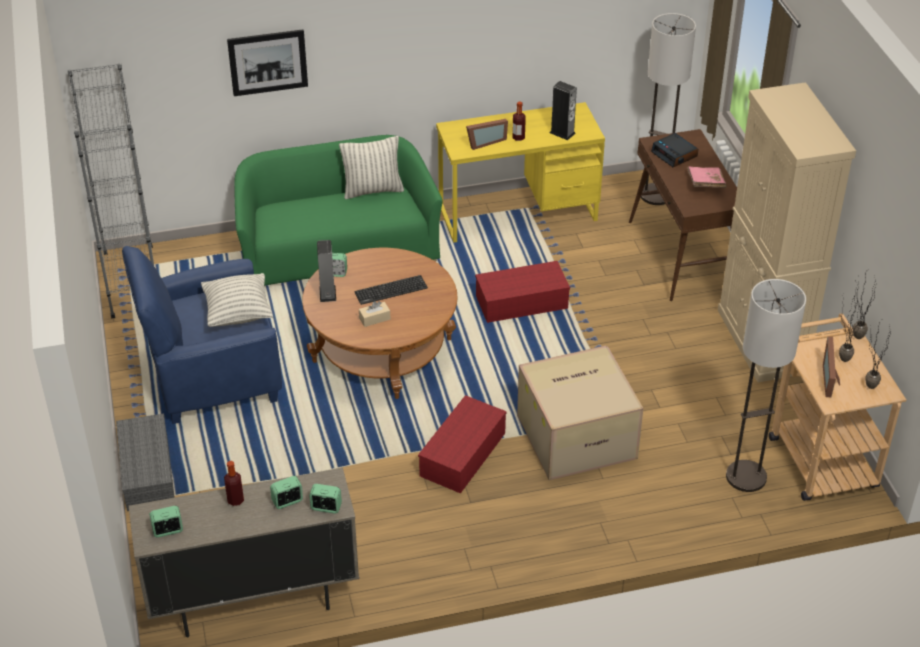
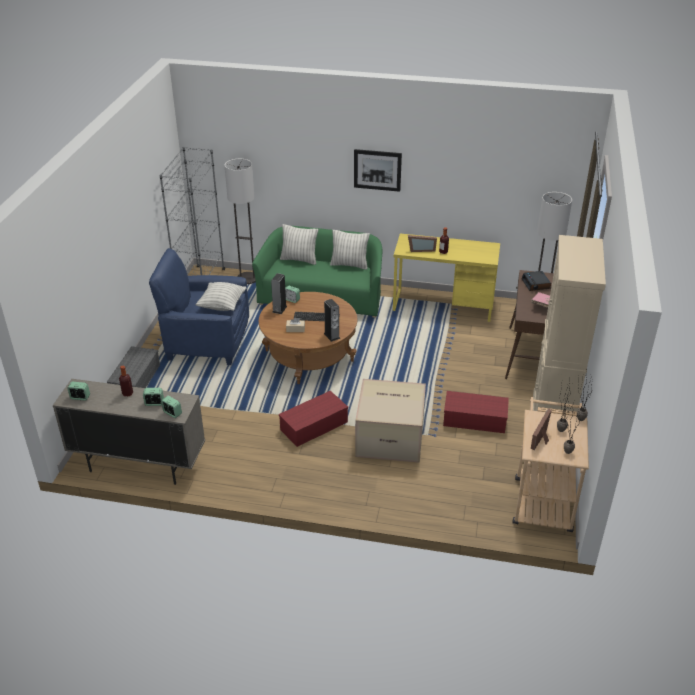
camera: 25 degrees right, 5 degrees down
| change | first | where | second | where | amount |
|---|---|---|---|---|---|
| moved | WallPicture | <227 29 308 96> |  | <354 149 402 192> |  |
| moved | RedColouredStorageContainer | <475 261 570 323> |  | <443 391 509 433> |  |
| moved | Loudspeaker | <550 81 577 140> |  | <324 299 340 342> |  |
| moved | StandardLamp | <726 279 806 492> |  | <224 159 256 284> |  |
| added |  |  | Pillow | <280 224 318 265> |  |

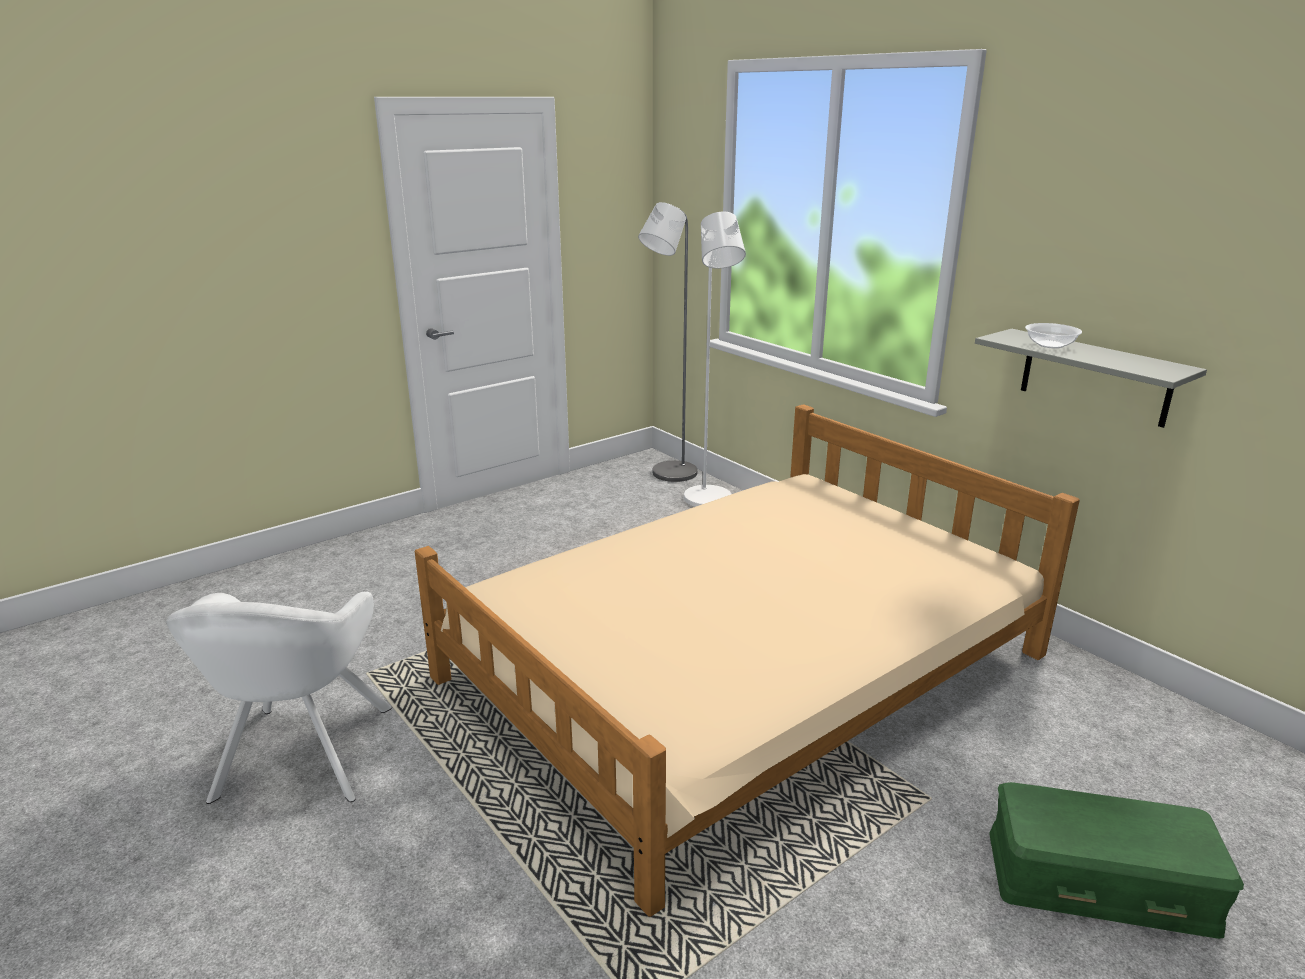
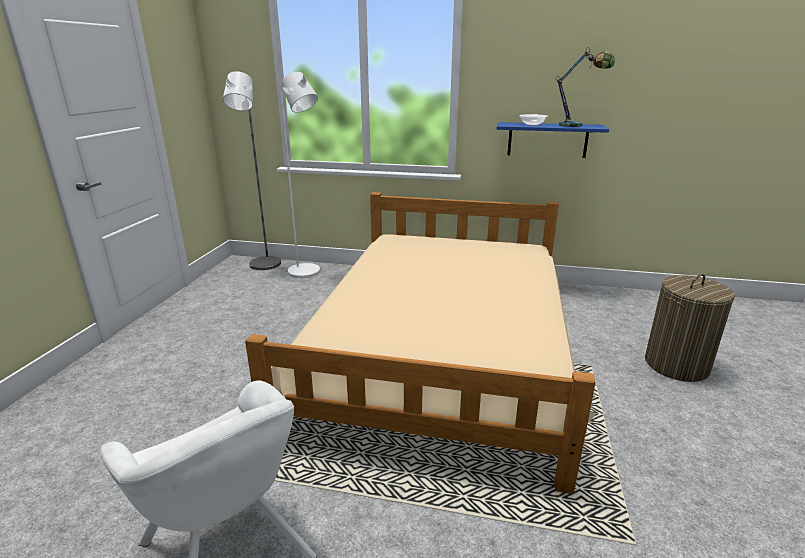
camera: 40 degrees left, 0 degrees up
| change | first | where | second | where | amount |
|---|---|---|---|---|---|
| recoloured | GreyBracketShelf | <975 329 1207 428> | BlueColouredBracketShelf | <497 122 609 158> |  |
| replaced | GreenishStorageContainer | <989 782 1244 939> | WashingBasket | <645 274 735 382> |  |
| added |  |  | TabletopLamp | <556 47 615 127> |  |

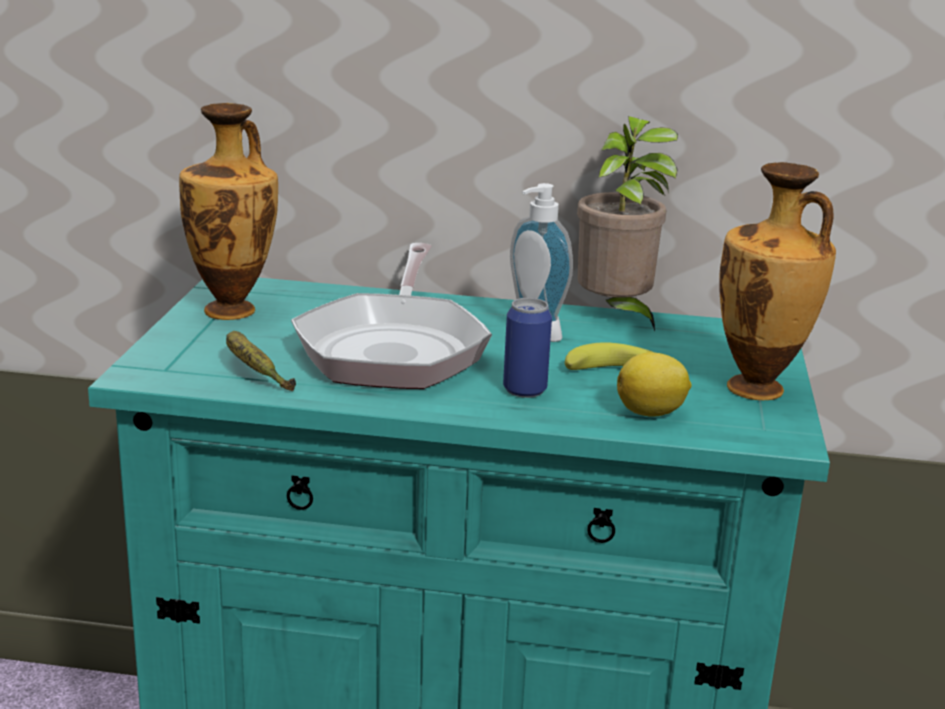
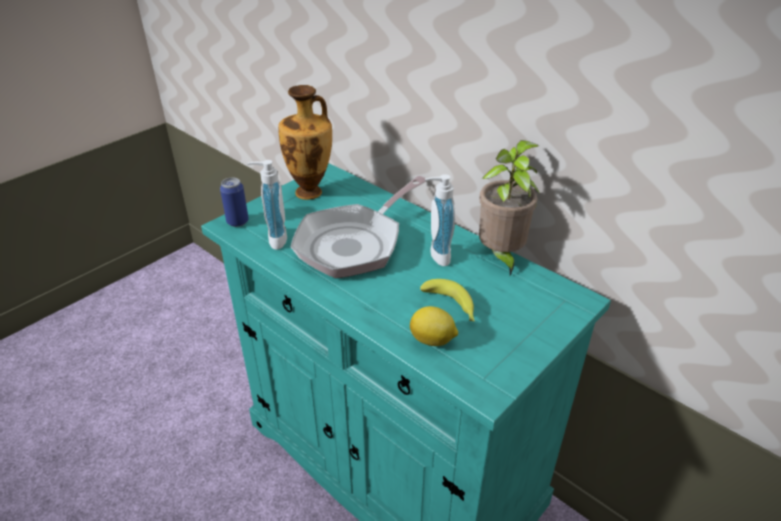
camera: 35 degrees right, 15 degrees up
| change | first | where | second | where | amount |
|---|---|---|---|---|---|
| replaced | Banana | <226 331 296 391> | SoapBottle | <247 160 287 250> |  |
| moved | SealedCan | <503 298 552 398> |  | <220 177 249 227> |  |
| removed | FlowerVase | <719 162 836 400> |  |  |  |

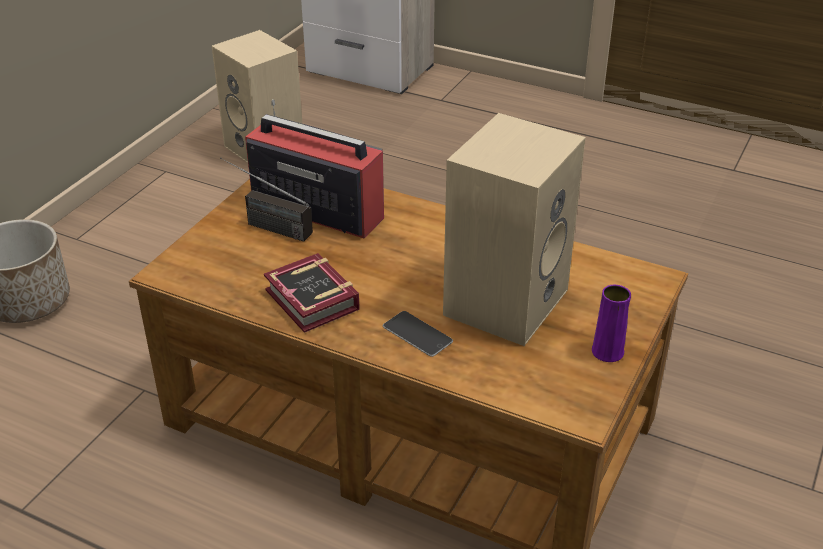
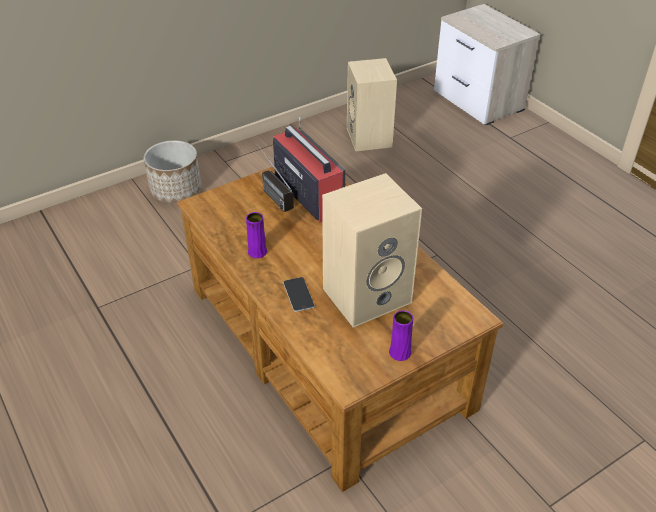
camera: 30 degrees right, 5 degrees up
| change | first | where | second | where | amount |
|---|---|---|---|---|---|
| replaced | Volume | <264 253 360 333> | PurpleColouredFlowerVase | <246 212 267 258> |  |

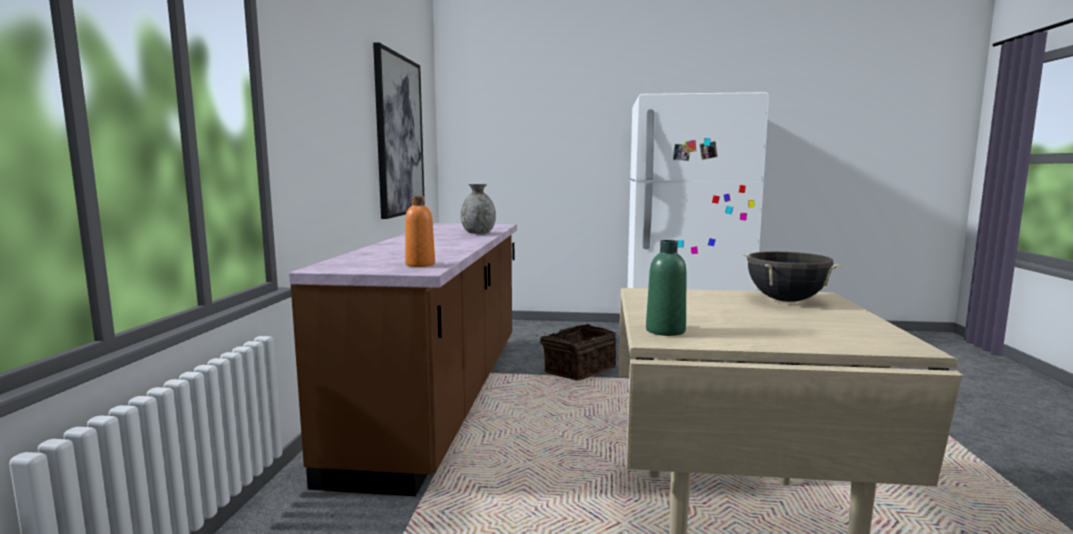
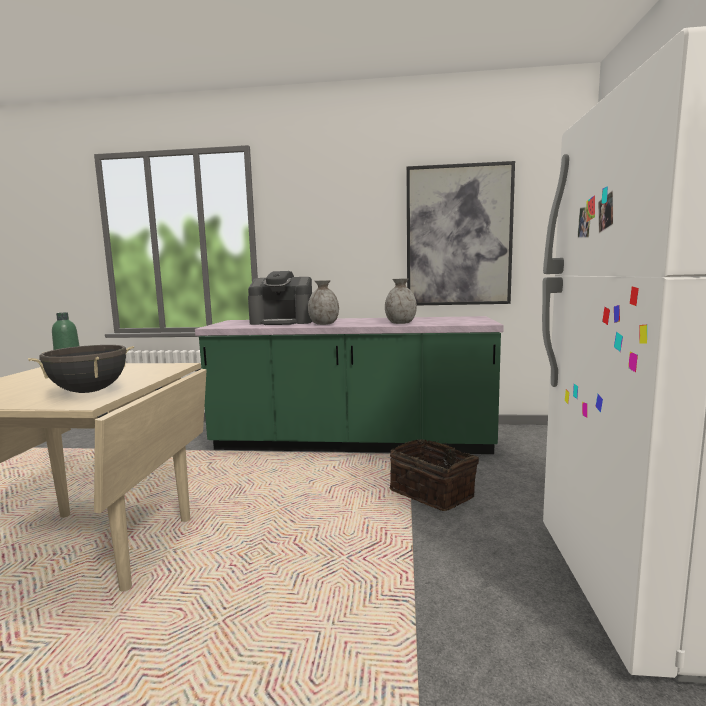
camera: 90 degrees right, 0 degrees up
| change | first | where | second | where | amount |
|---|---|---|---|---|---|
| recoloured | BrownKitchenBaseUnit | <289 223 517 496> | GreenishKitchenBaseUnit | <195 316 504 454> |  |
| removed | OrangeDrinkBottle | <405 196 435 267> |  |  |  |
| added |  |  | CoffeeBrewer | <248 271 313 325> |  |
| added |  |  | GreyFlowerVase | <308 280 339 325> |  |

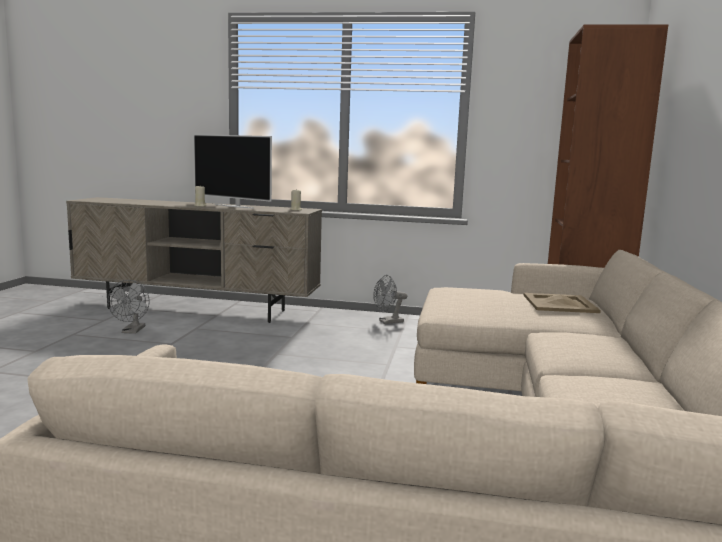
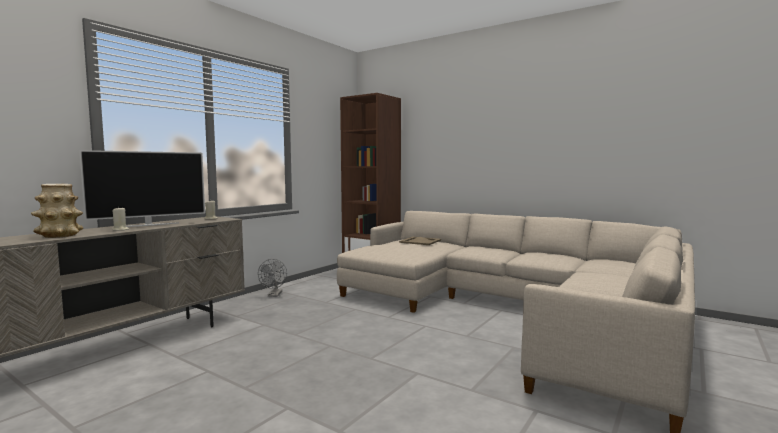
camera: 65 degrees left, 5 degrees down
| change | first | where | second | where | amount |
|---|---|---|---|---|---|
| removed | GreyCoolingFan | <108 280 150 334> |  |  |  |
| added |  |  | FlowerVase | <31 184 83 238> |  |

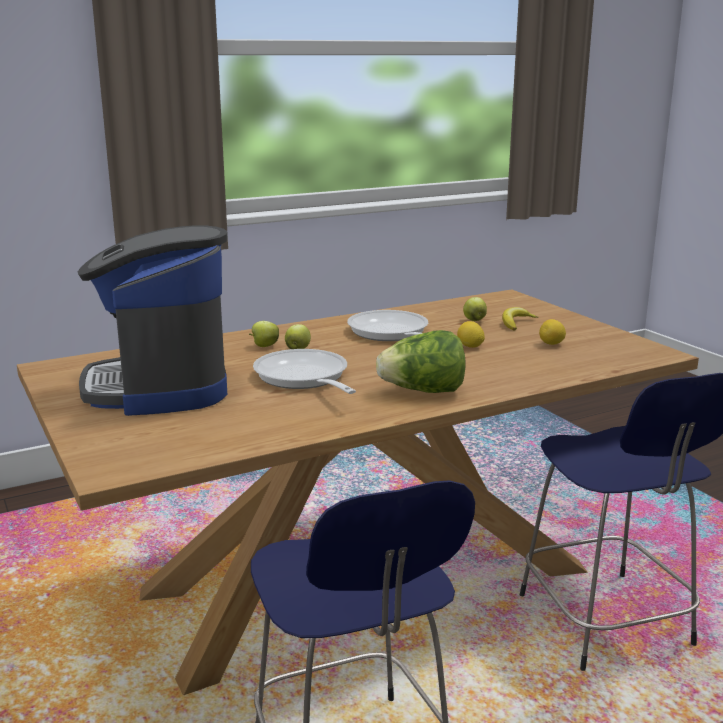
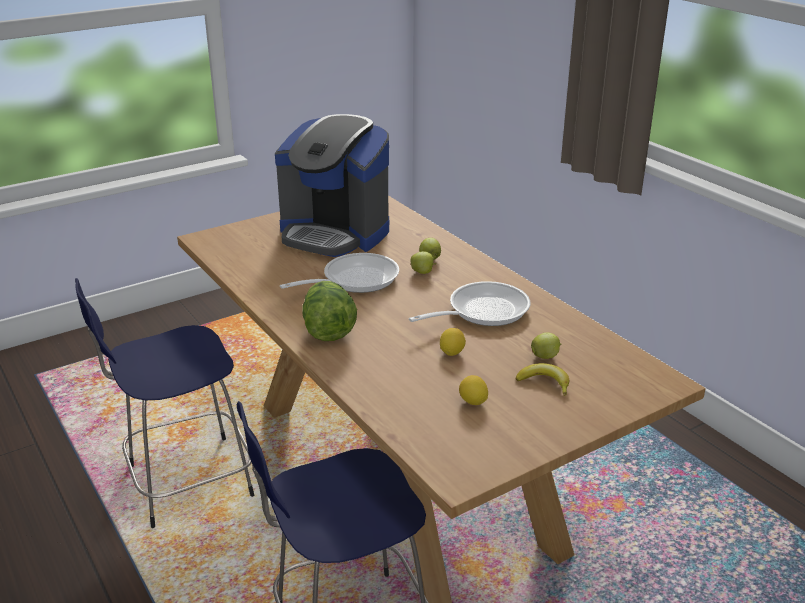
camera: 85 degrees right, 10 degrees up
| change | first | where | second | where | amount |
|---|---|---|---|---|---|
| turned | CoffeeBrewer | <78 225 228 416> |  | <275 114 389 257> | 135 degrees counterclockwise |

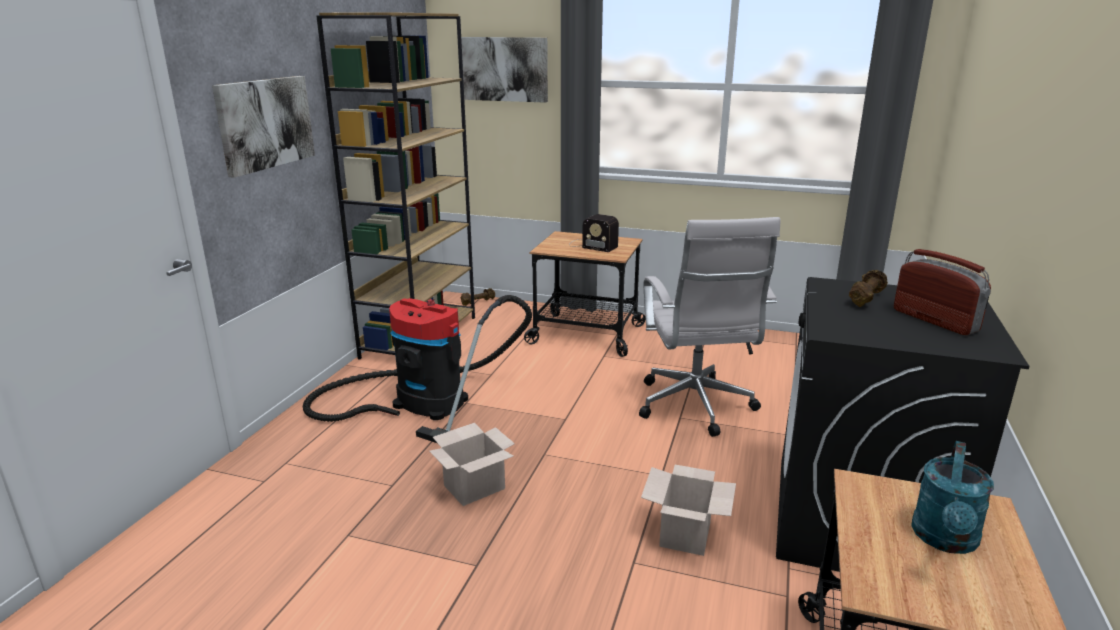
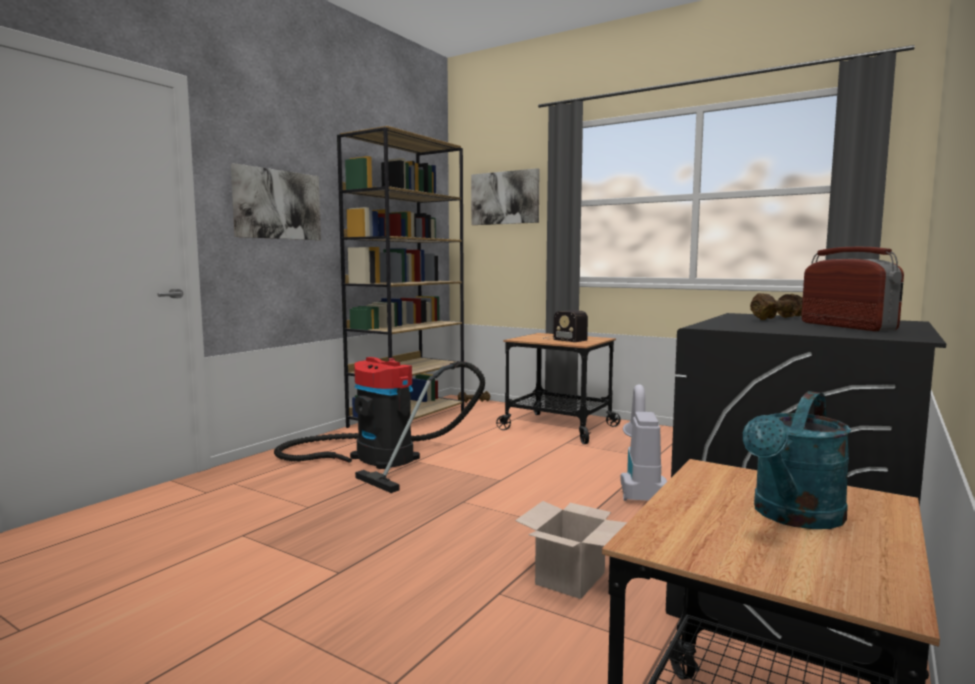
camera: 15 degrees right, 15 degrees down
| change | first | where | second | where | amount |
|---|---|---|---|---|---|
| removed | Carton | <429 423 515 506> |  |  |  |
| replaced | WhitishComputerChair | <639 217 781 437> | Vacuum | <620 384 667 501> |  |

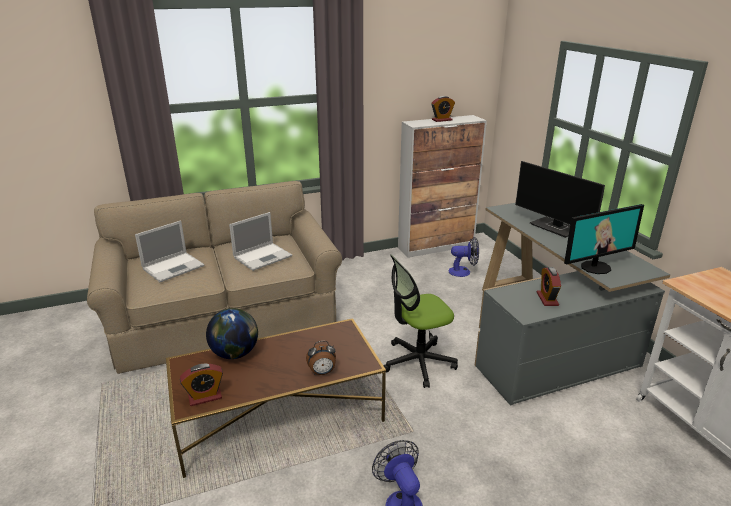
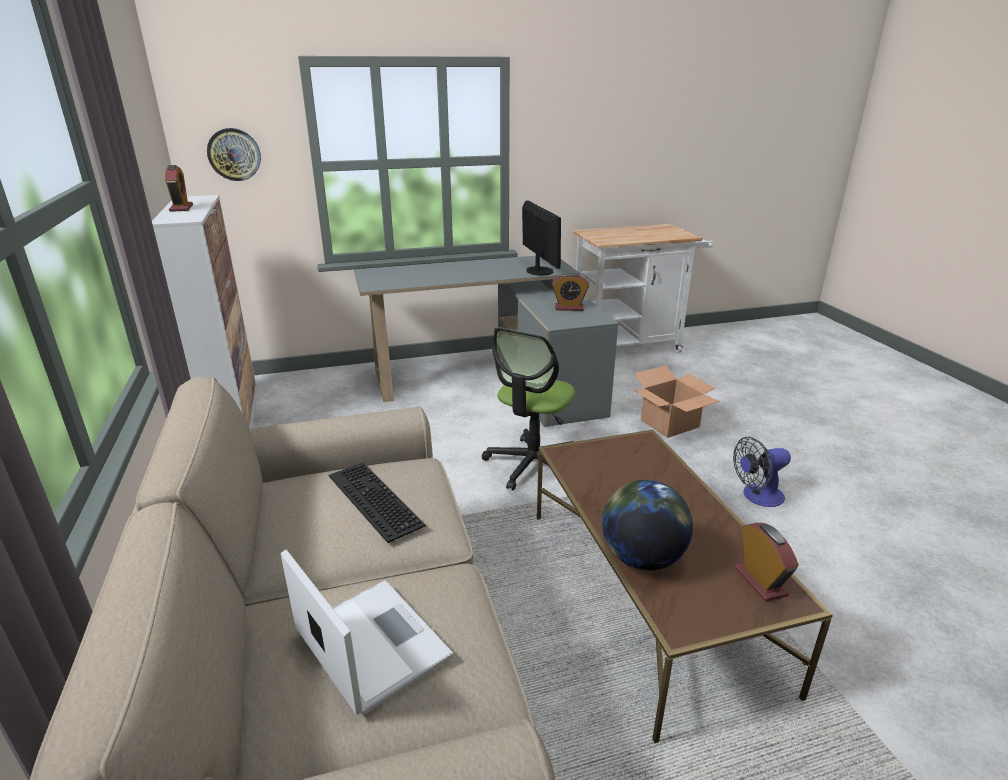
camera: 85 degrees left, 0 degrees up
| change | first | where | second | where | amount |
|---|---|---|---|---|---|
| replaced | NotebookComputer | <229 212 292 271> | PcKeyboard | <329 463 426 543> |  |
| removed | BedsideClock | <306 341 336 375> |  |  |  |
| turned | ComputerChair | <383 254 458 388> |  | <482 327 575 490> | 45 degrees clockwise |
| removed | CoolingFan | <449 237 479 277> |  |  |  |
| removed | ComputerDisplay | <515 161 605 238> |  |  |  |
| added |  |  | WallClock | <207 128 261 181> |  |
| added |  |  | Carton | <634 365 720 438> |  |

